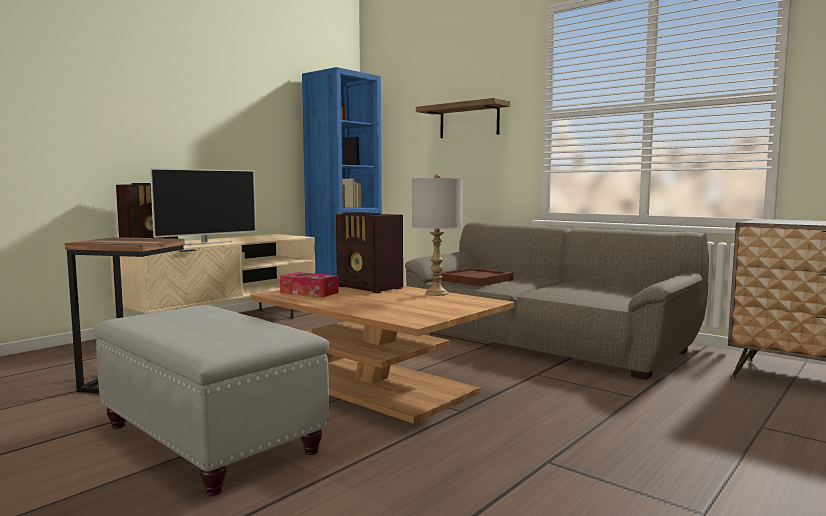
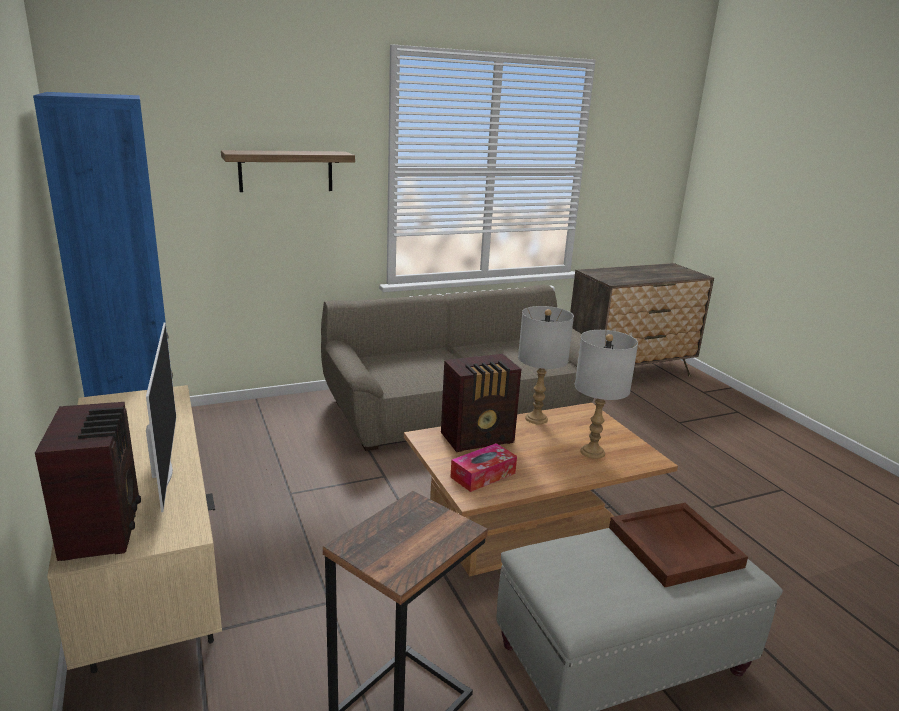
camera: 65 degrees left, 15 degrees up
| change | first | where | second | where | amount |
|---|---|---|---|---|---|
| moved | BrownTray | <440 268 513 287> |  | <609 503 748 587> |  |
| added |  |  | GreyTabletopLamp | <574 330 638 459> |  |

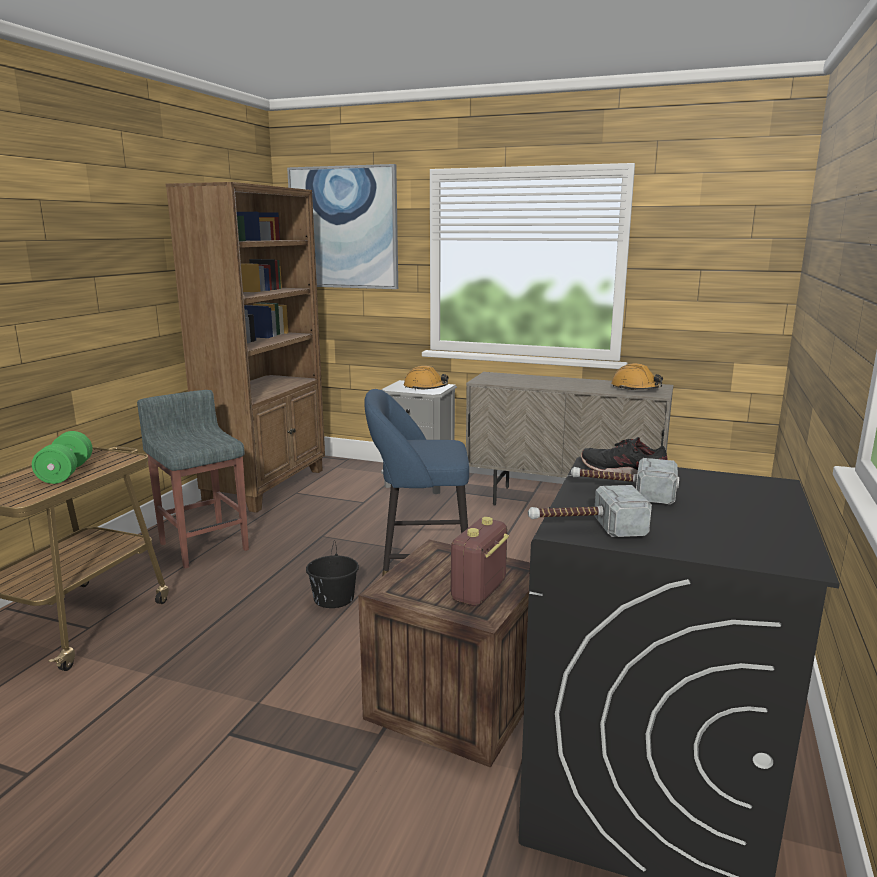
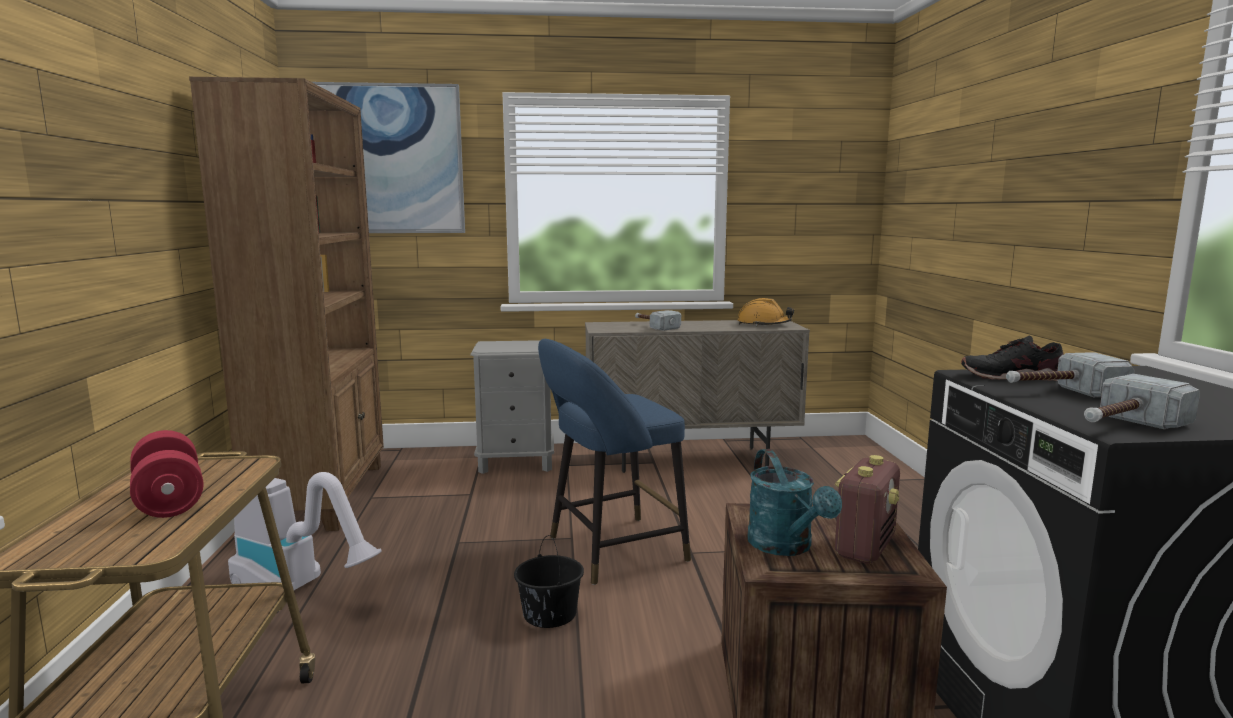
camera: 25 degrees left, 5 degrees down
| change | first | where | second | where | amount |
|---|---|---|---|---|---|
| recoloured | GreenishDumbbell | <32 431 93 484> | RedColouredDumbbell | <130 430 204 518> |  |
| replaced | GreyStool | <137 390 249 569> | Vacuum | <228 472 382 590> |  |
| removed | OrangeWorkHelmet | <404 366 449 390> |  |  |  |
| turned | RadioSet | <451 517 509 606> |  | <835 455 900 564> | 150 degrees counterclockwise |
| added |  |  | Hammer | <635 310 681 331> |  |
| added |  |  | TurquoiseColouredWateringCan | <747 449 842 556> |  |

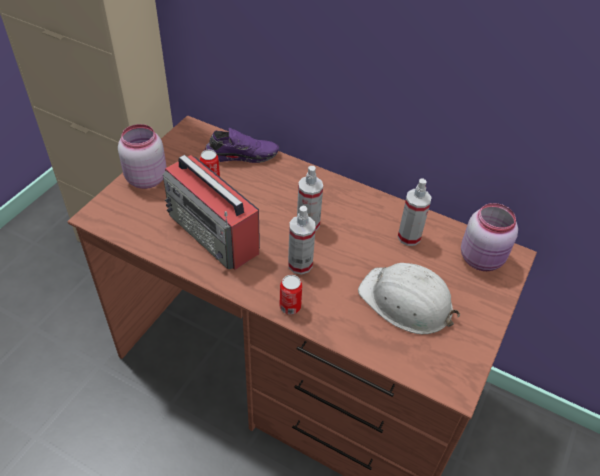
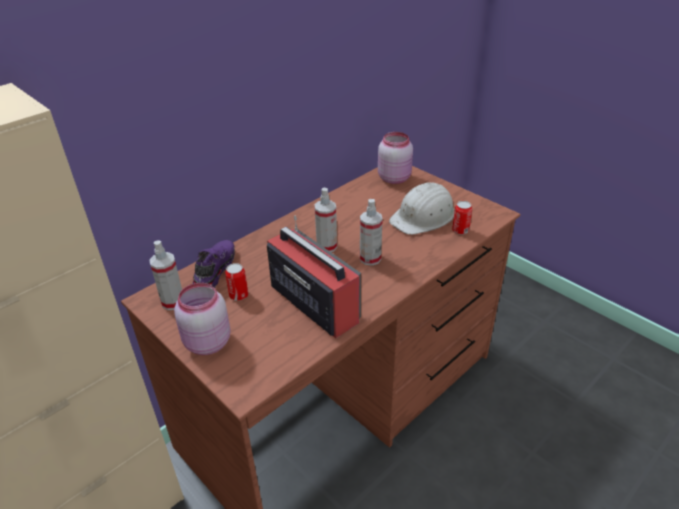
camera: 70 degrees left, 10 degrees down
| change | first | where | second | where | amount |
|---|---|---|---|---|---|
| turned | RadioSet | <163 155 260 270> |  | <267 215 361 339> | 105 degrees counterclockwise |
| moved | SealedCan | <279 275 302 315> |  | <452 201 472 235> |  |
| moved | HandSprayer | <398 179 431 246> |  | <149 241 182 310> |  |

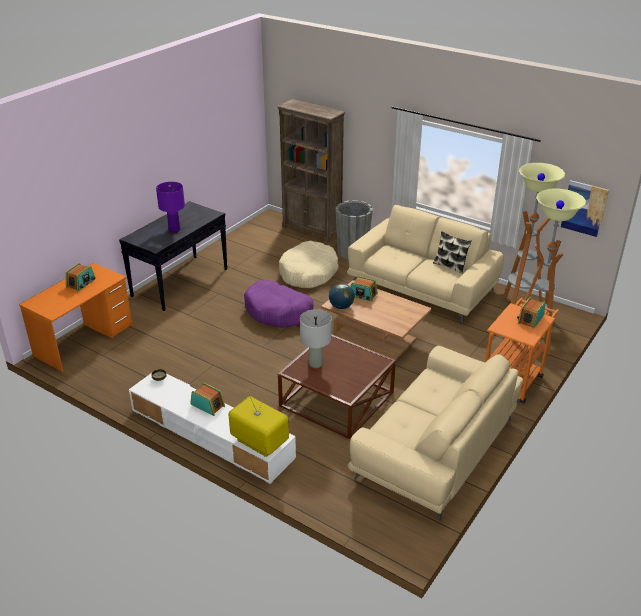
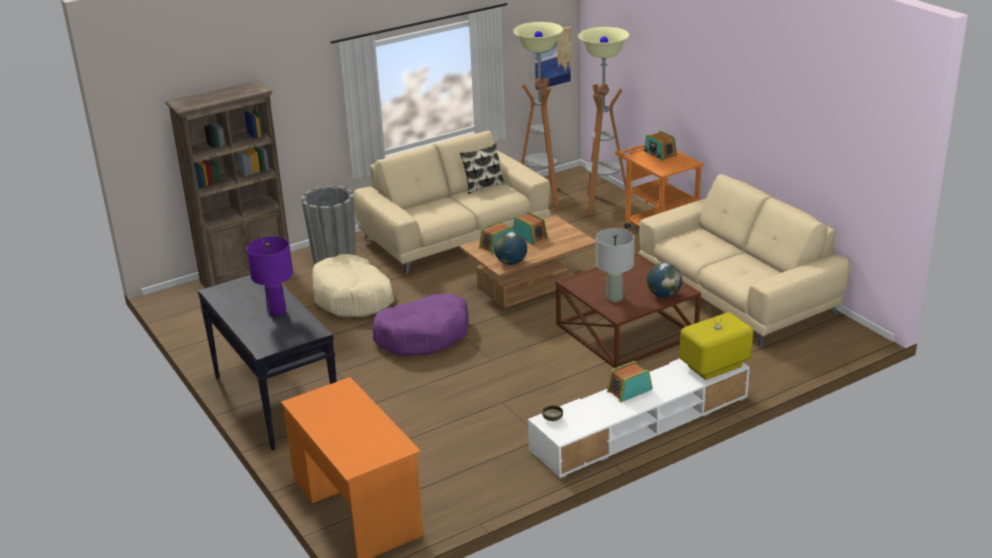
camera: 65 degrees left, 5 degrees down
| change | first | where | second | where | amount |
|---|---|---|---|---|---|
| moved | RadioSet | <65 263 96 292> |  | <513 212 548 245> |  |
| added |  |  | DeskGlobe | <647 263 682 298> |  |

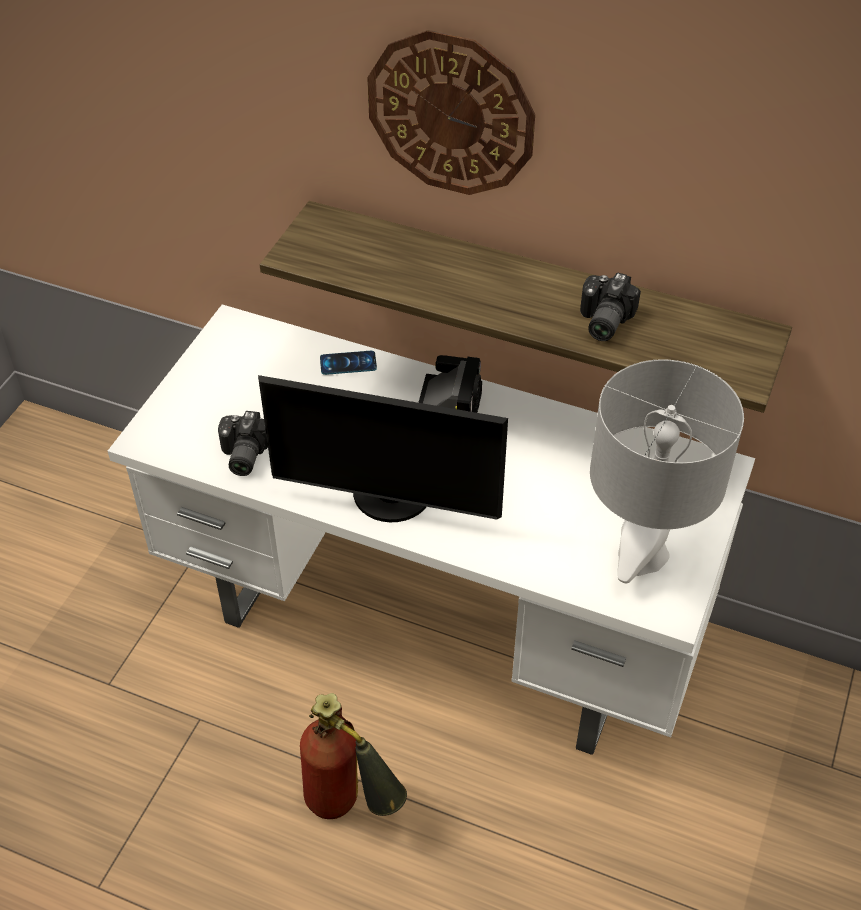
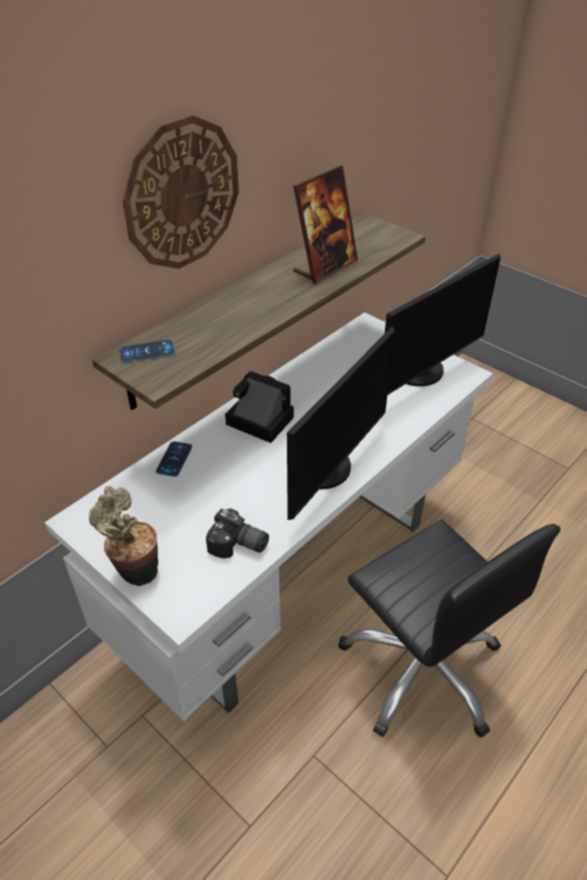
camera: 70 degrees left, 5 degrees down
| change | first | where | second | where | amount |
|---|---|---|---|---|---|
| replaced | FireExtinguisher | <300 693 407 819> | BlackColouredComputerChair | <338 519 560 738> |  |
| replaced | StillCamera | <580 273 641 341> | PictureFrame | <293 165 358 284> |  |
| replaced | GreyTabletopLamp | <590 359 744 584> | ComputerDisplay | <385 254 501 395> |  |
| added |  |  | PottedPlant | <89 486 158 586> |  |
| added |  |  | Telephone | <119 339 175 363> |  |

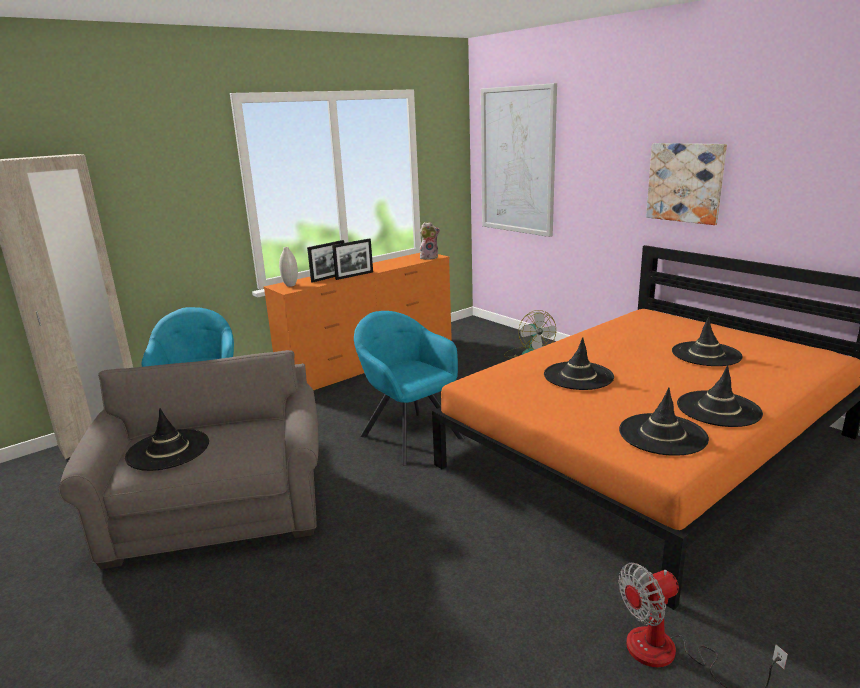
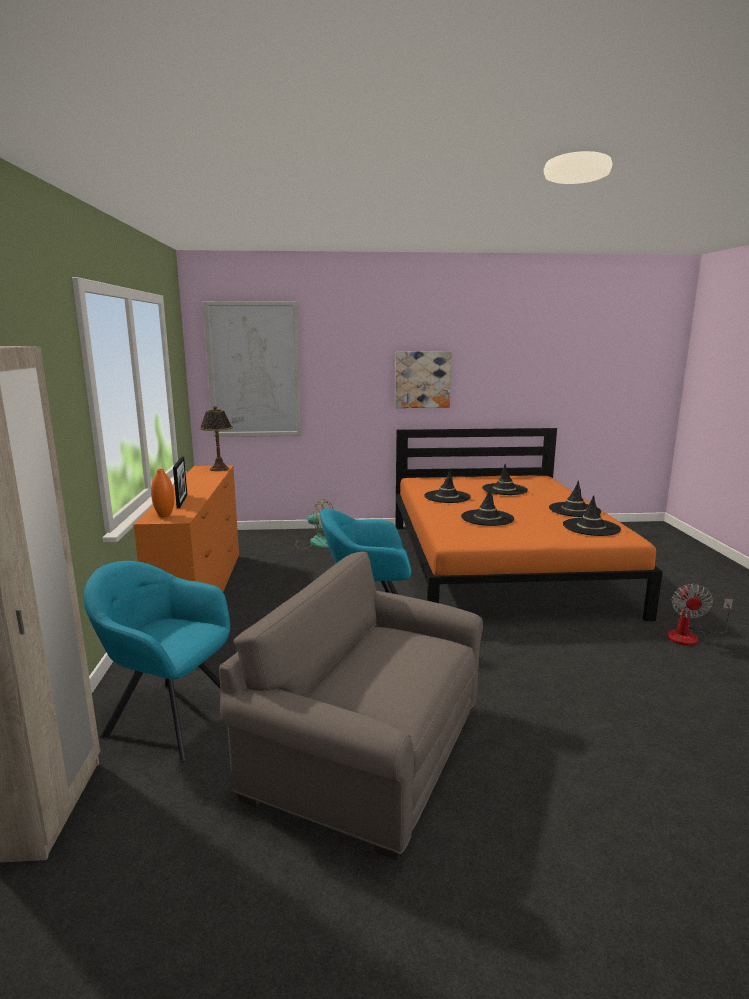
camera: 55 degrees left, 5 degrees down
| change | first | where | second | where | amount |
|---|---|---|---|---|---|
| moved | BlackColouredHat | <125 408 209 471> |  | <424 470 471 503> |  |
| recoloured | WhitishFlowerVase | <279 247 298 287> | OrangeFlowerVase | <151 469 174 517> |  |
| removed | PictureFrame | <332 239 373 280> |  |  |  |
| replaced | PlushToy | <420 222 440 260> | TabletopLamp | <199 406 233 471> |  |

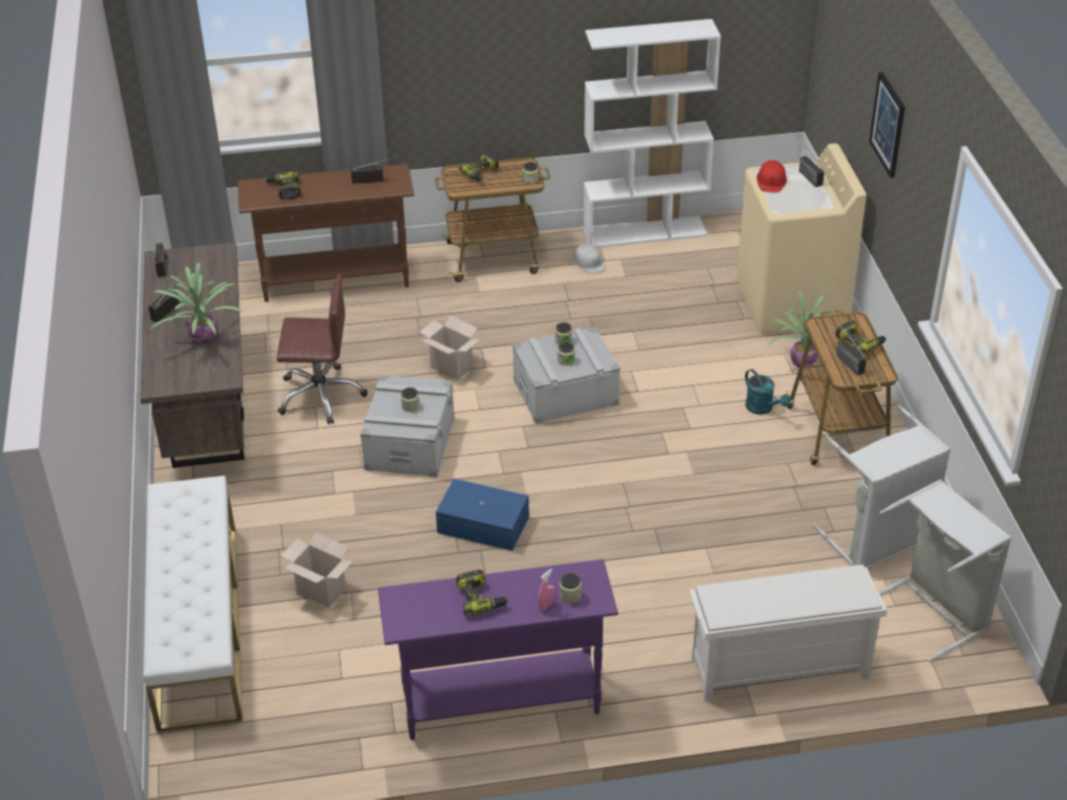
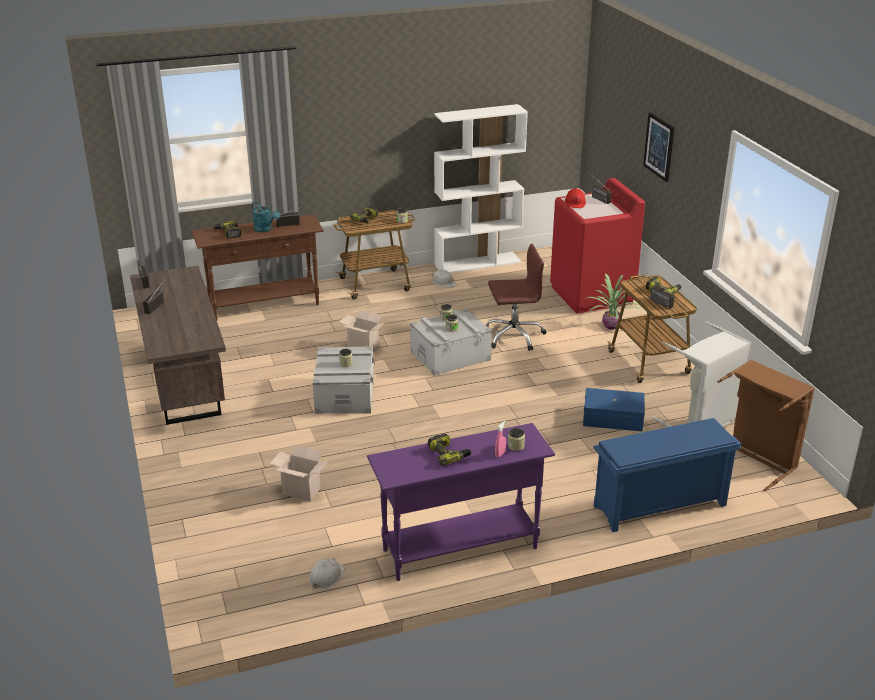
camera: 10 degrees left, 10 degrees down
| change | first | where | second | where | amount |
|---|---|---|---|---|---|
| removed | WhitishBench | <143 476 243 732> |  |  |  |
| removed | PottedPlant | <150 263 244 344> |  |  |  |
| moved | BrownComputerChair | <277 274 368 425> |  | <486 244 547 351> |  |
| moved | BlueColouredStorageContainer | <436 479 529 551> |  | <583 388 645 431> |  |
| recoloured | WhitishShoeRack | <689 565 887 701> | BlueColouredShoeRack | <594 418 741 532> |  |
| recoloured | BeigeColouredWashingMachine | <737 143 867 335> | RedColouredWashingMachine | <550 178 645 313> |  |
| moved | TurquoiseColouredWateringCan | <745 369 790 415> |  | <252 202 280 233> |  |
| recoloured | GreyWashingBasket | <878 479 1012 662> | BrownWashingBasket | <717 359 815 491> |  |
| added |  |  | WhitishWorkHelmet | <309 558 345 590> |  |

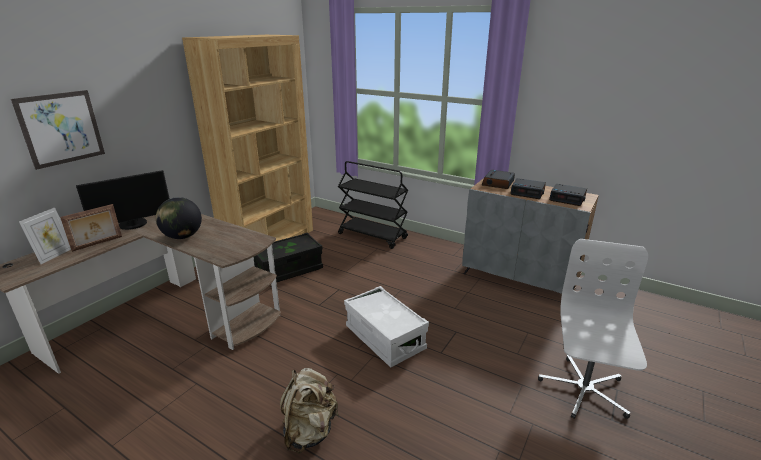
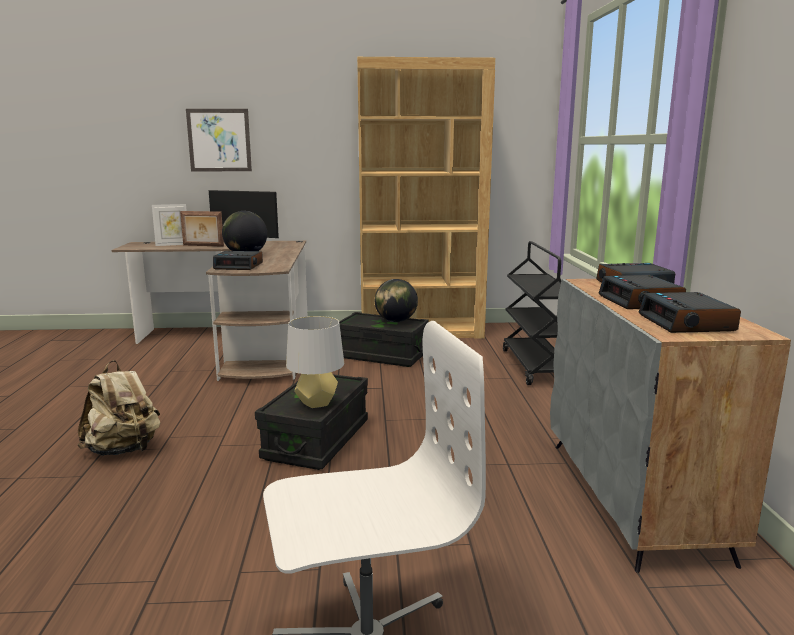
camera: 55 degrees right, 10 degrees down
| change | first | where | second | where | amount |
|---|---|---|---|---|---|
| recoloured | WhitishStorageContainer | <344 286 429 368> | BlackColouredStorageContainer | <255 374 368 470> |  |
| added |  |  | BedsideClock | <213 251 263 270> |  |
| added |  |  | GreyTabletopLamp | <286 316 344 408> |  |
| added |  |  | DeskGlobe | <375 279 418 322> |  |

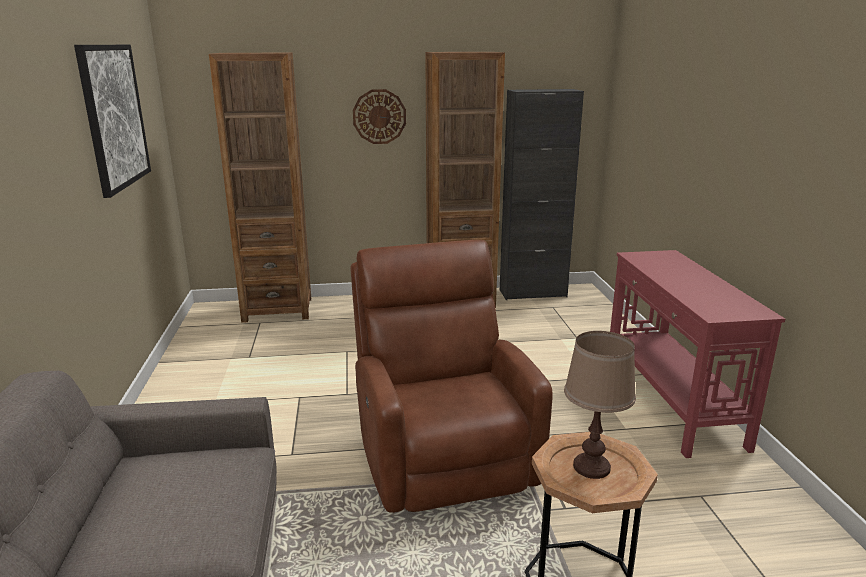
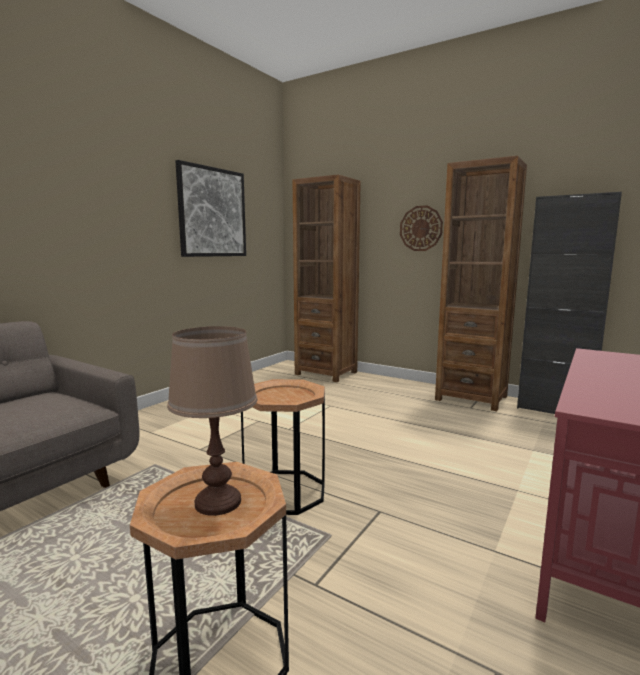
camera: 40 degrees right, 10 degrees down
| change | first | where | second | where | amount |
|---|---|---|---|---|---|
| replaced | BrownLoungeChair | <350 240 553 513> | BrownEndTable | <241 379 325 515> |  |

